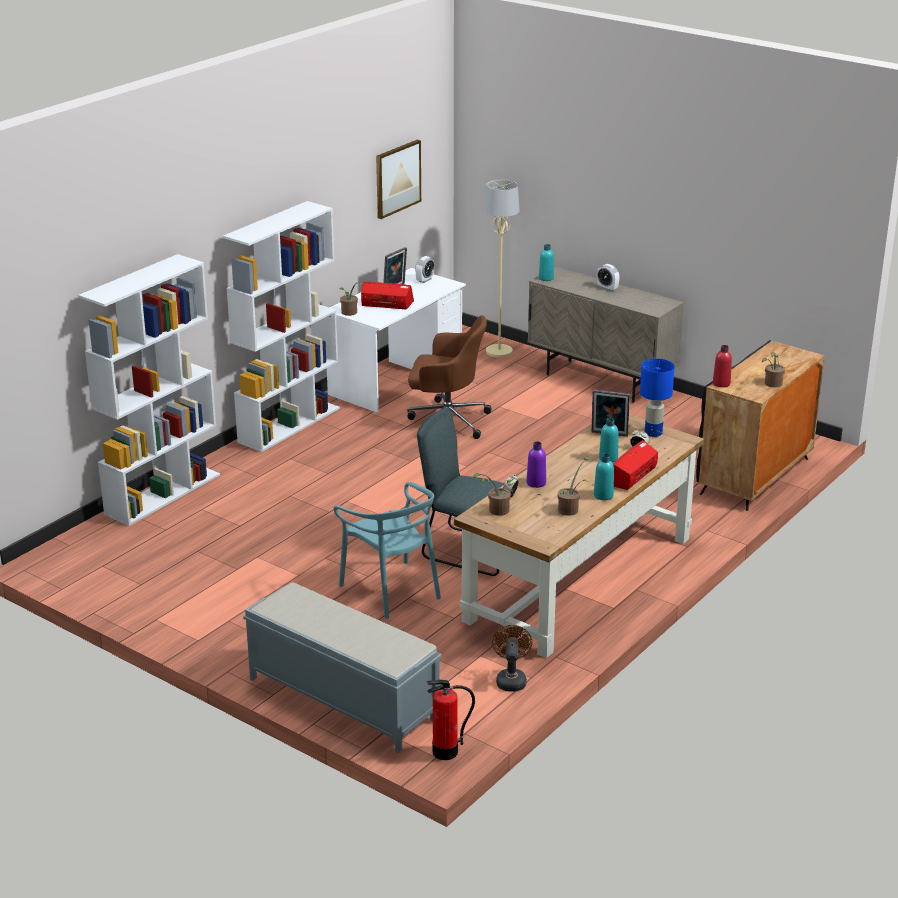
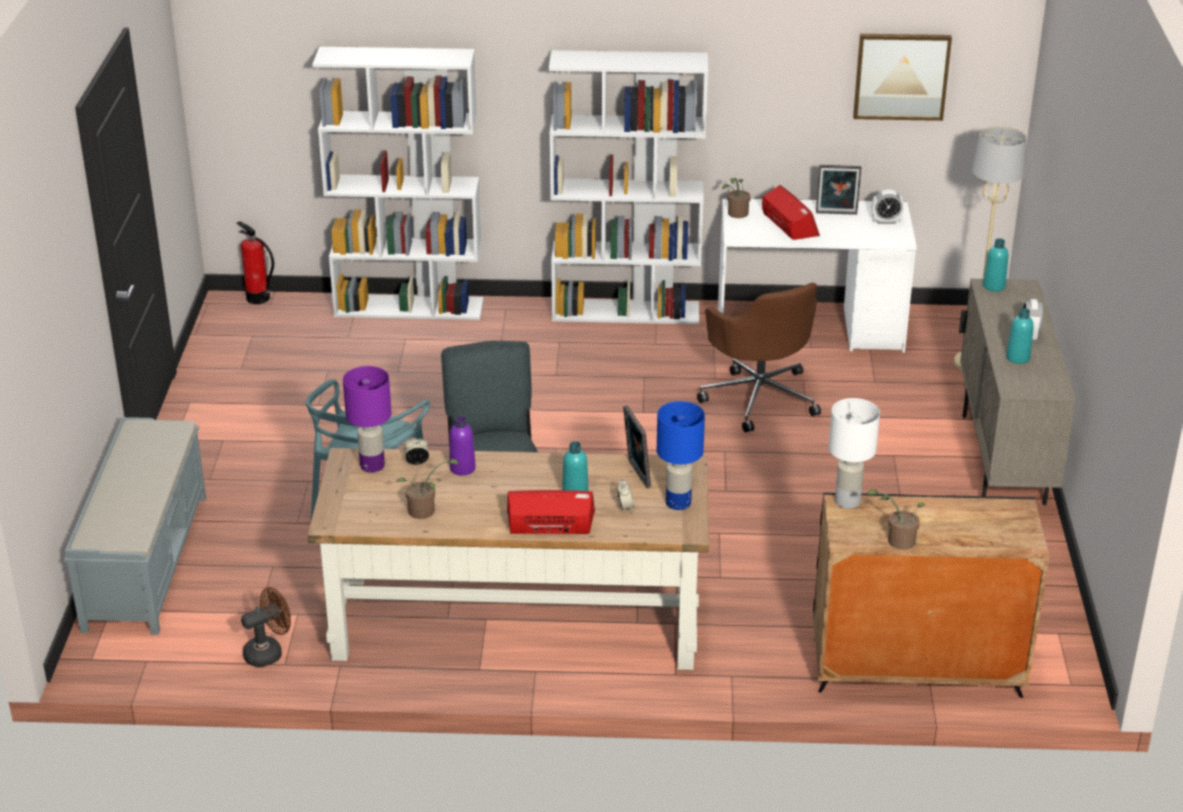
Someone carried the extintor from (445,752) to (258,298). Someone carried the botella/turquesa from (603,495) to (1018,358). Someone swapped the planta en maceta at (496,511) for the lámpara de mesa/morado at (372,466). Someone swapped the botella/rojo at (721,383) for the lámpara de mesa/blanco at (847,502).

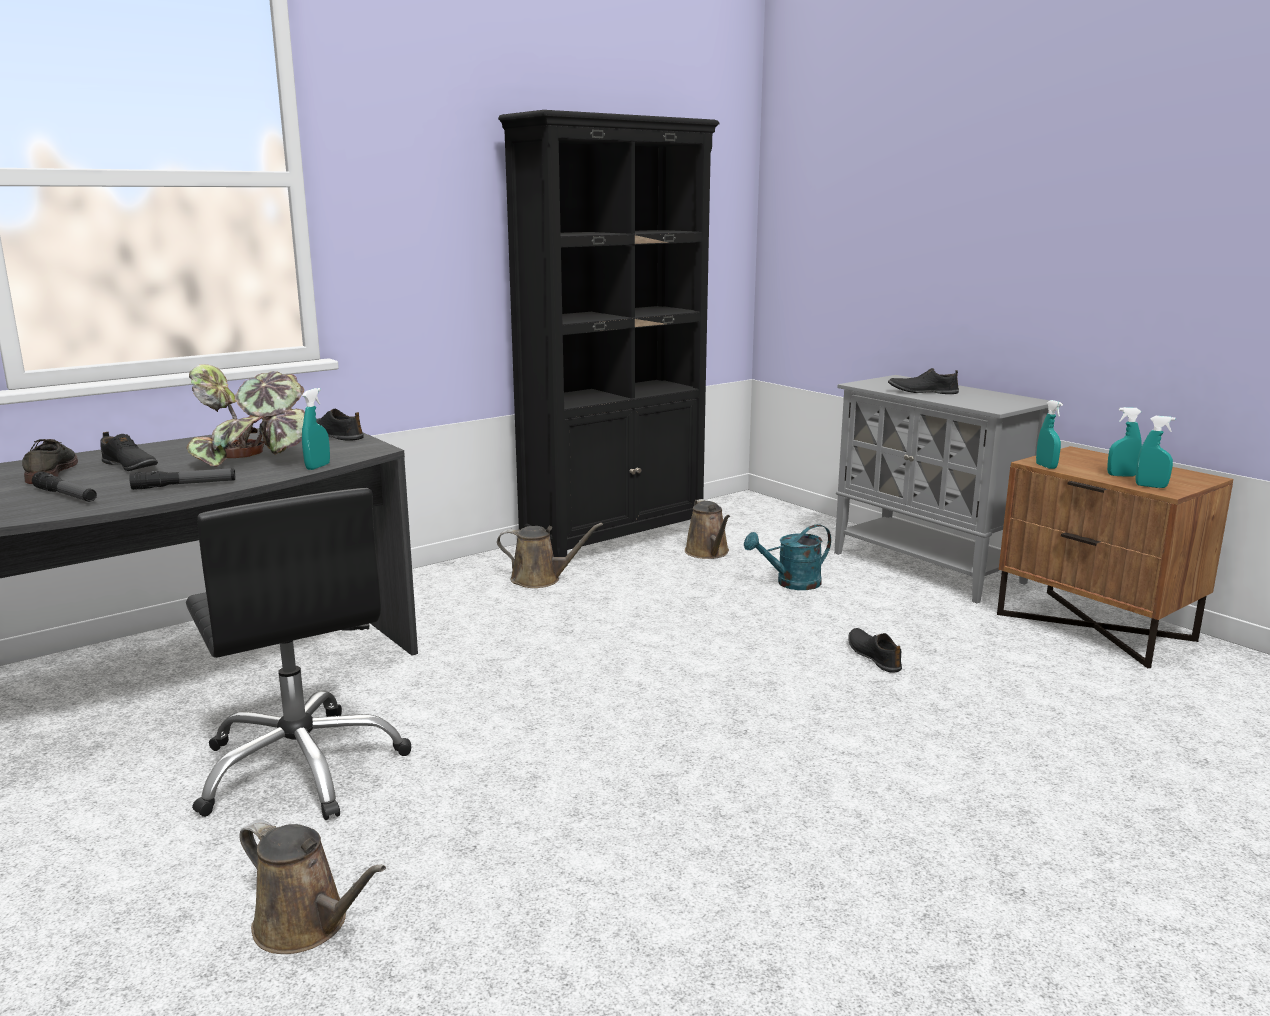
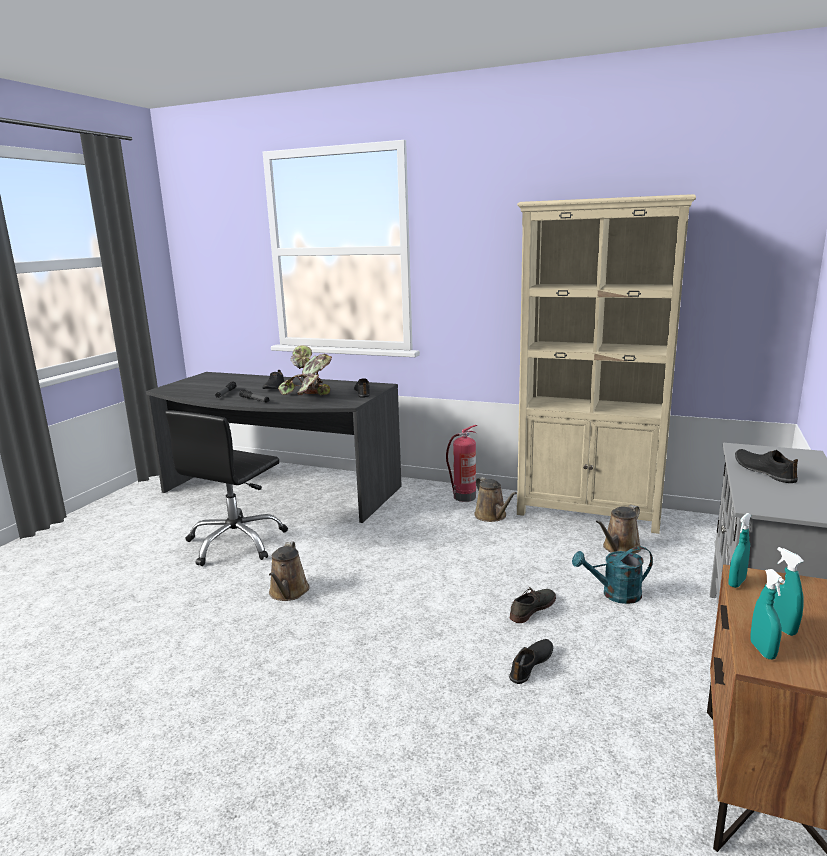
Someone took away the pulverizador/turquesa at (318,467). Someone put down the extintor at (463,497). Someone carried the zapato/gris from (50,472) to (532,608). Someone carried the regadera/marrón from (307,925) to (288,592). Someone repainted the estantería/negro at (615,538), which became the estantería/beis at (589,513). Someone rotated the regadera/turquesa at (791,584) by 45 degrees counterclockwise.

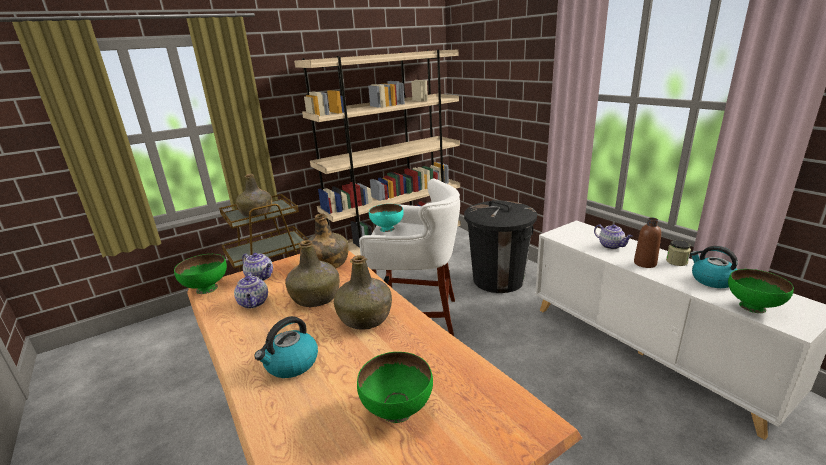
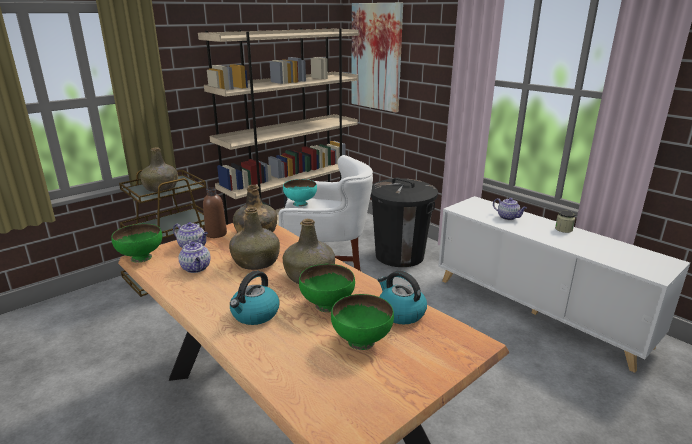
Someone put up the cuadro at (376,57). Someone carried the botella/marrón from (645,263) to (216,234). Someone carried the hervidor from (711,280) to (400,313). Someone carried the cuenco/verde from (752,307) to (327,306).

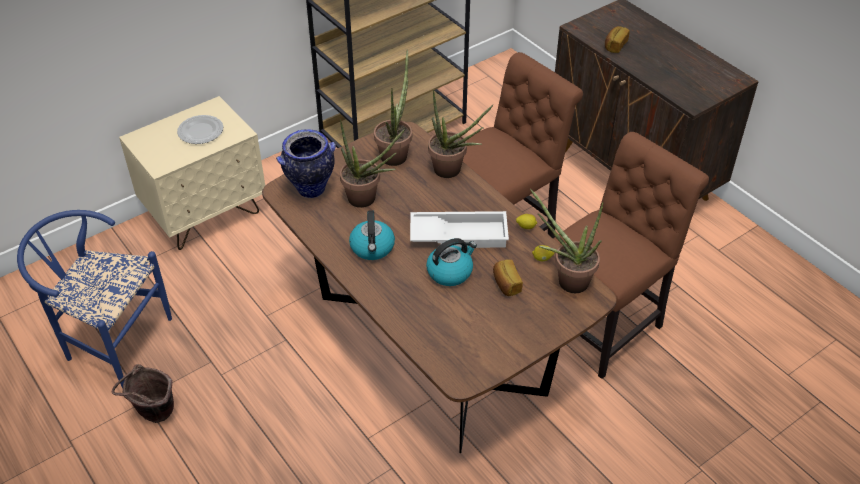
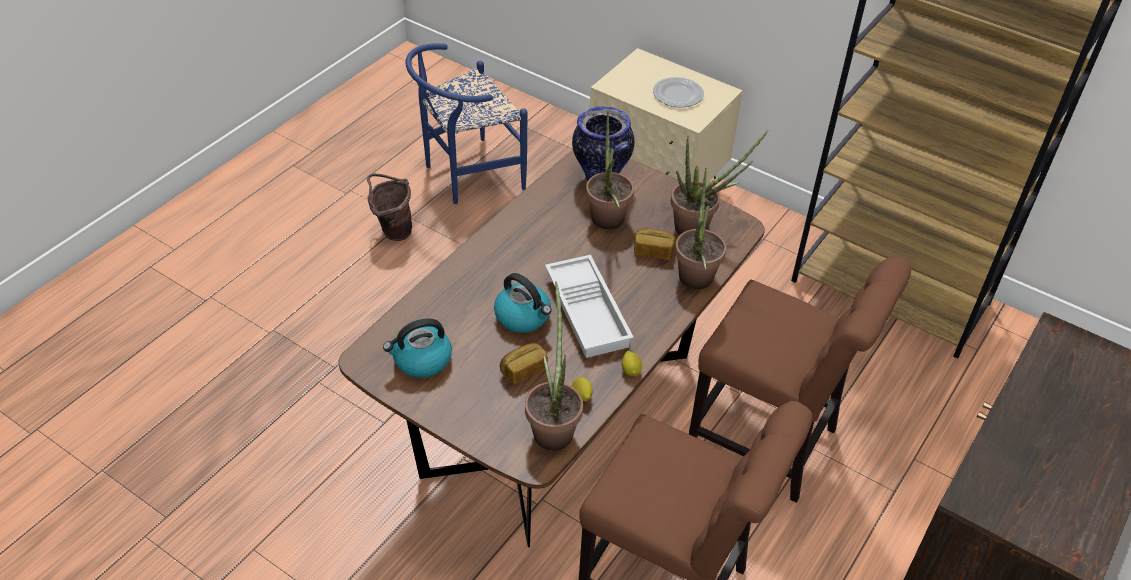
Someone carried the hervidor from (372,248) to (421,360). Someone carried the pan from (614,45) to (653,251). Someone rotated the silla/azul at (111,341) by 120 degrees counterclockwise.

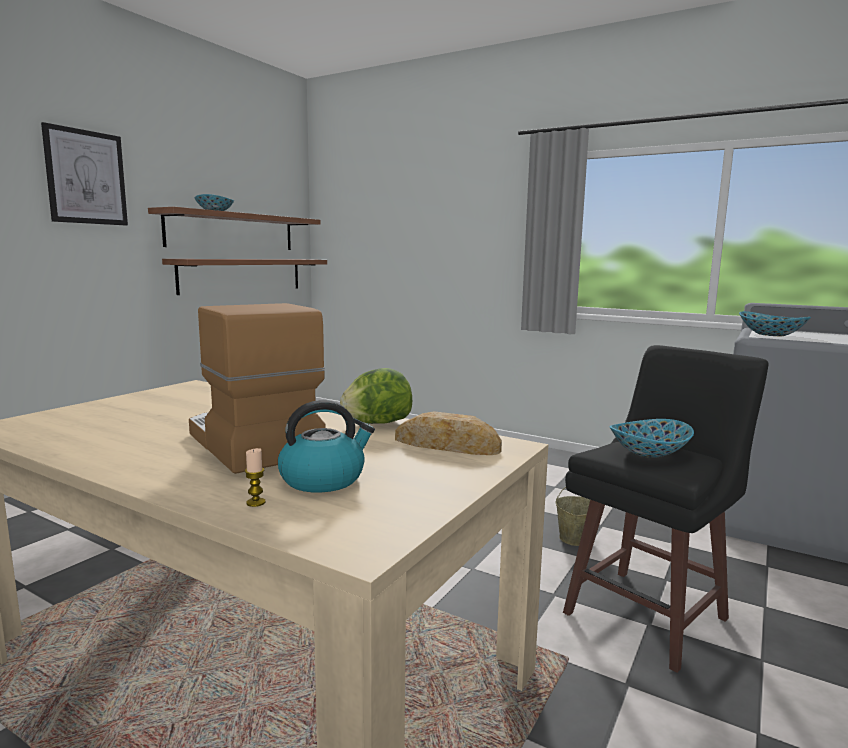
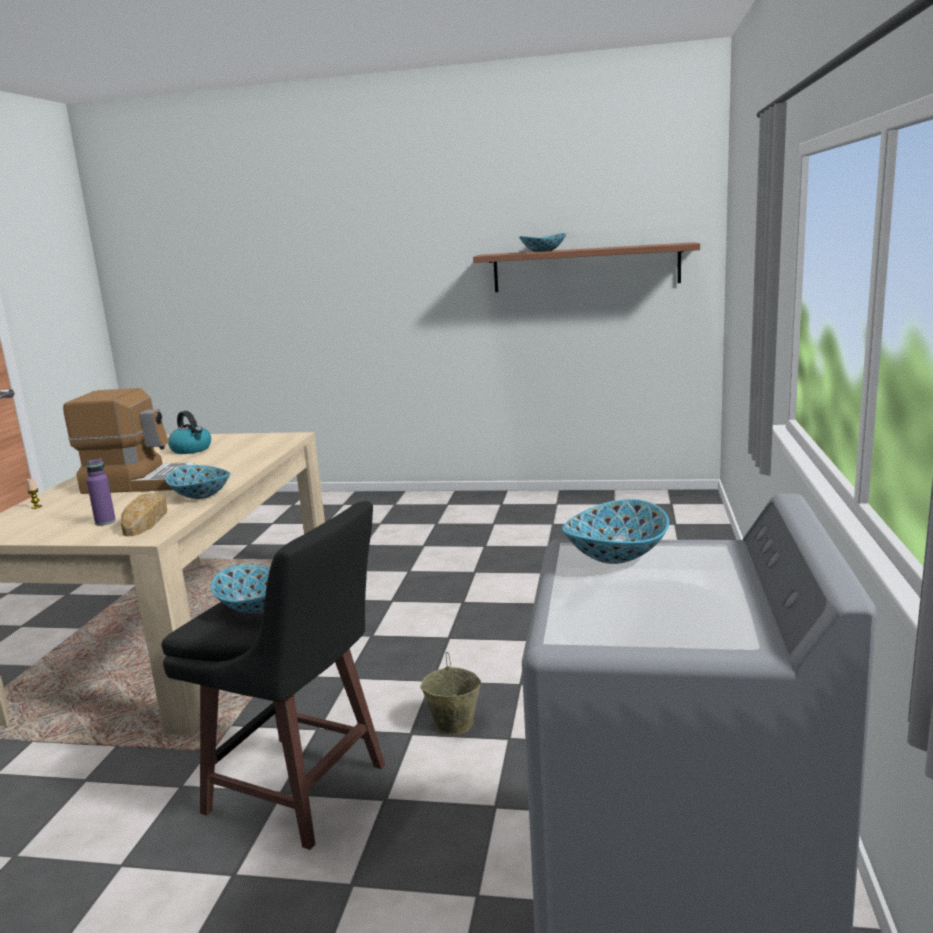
Someone took away the cuadro at (86,177). Someone took away the estante at (242,275). Someone put down the botella/morado at (105,522). Someone carried the hervidor from (324,479) to (192,449). Someone swapped the lechuga at (377,423) for the cuenco at (200,495). Someone rotated the cafetera at (250,443) by 60 degrees clockwise.

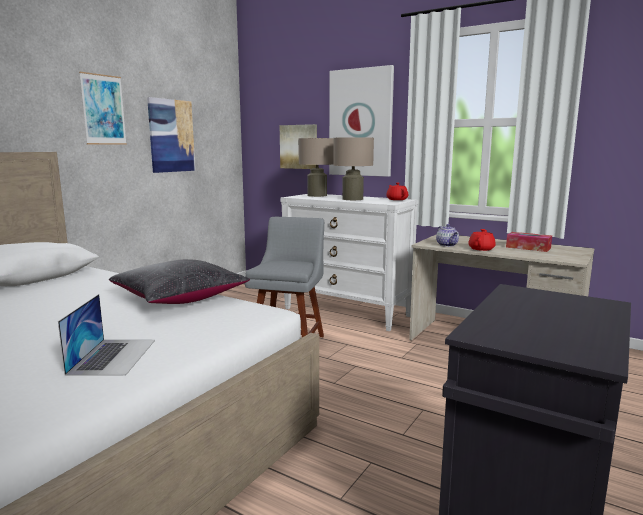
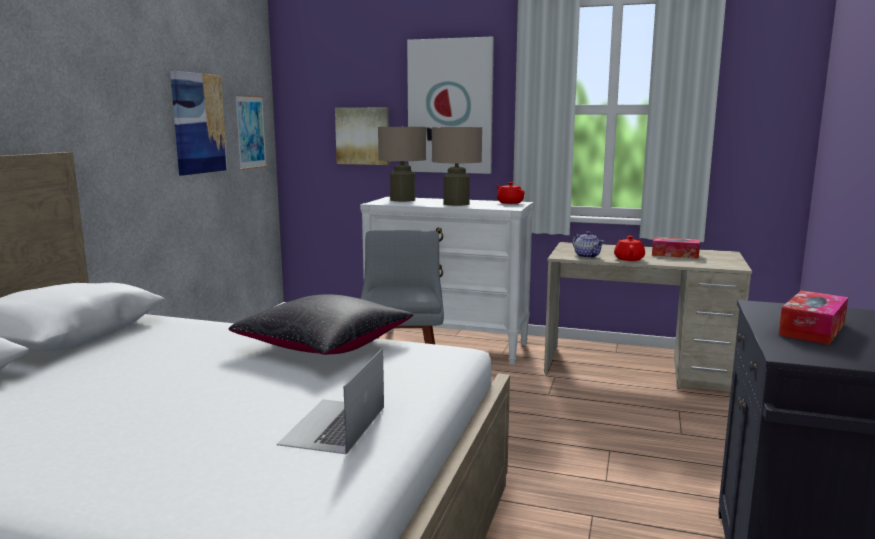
Someone put down the caja de pañuelos at (812,329). Someone carried the cuadro from (103,110) to (250,132). Someone rotated the portátil at (113,356) by 150 degrees counterclockwise.

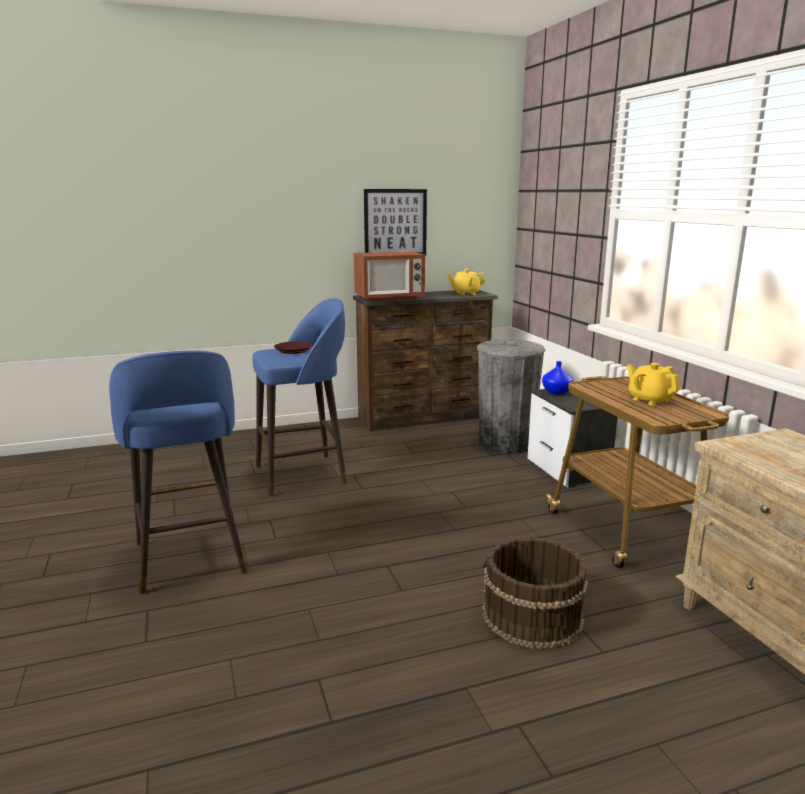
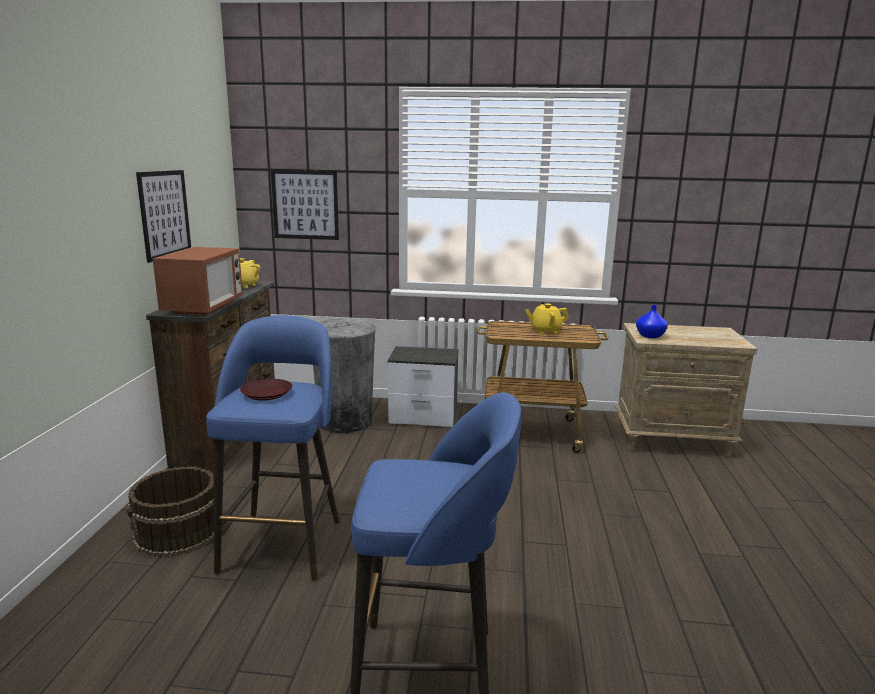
Someone put up the cuadro at (305,205). Someone carried the cubo/marrón from (532,617) to (179,532). Someone carried the florero/azul from (557,392) to (650,335).

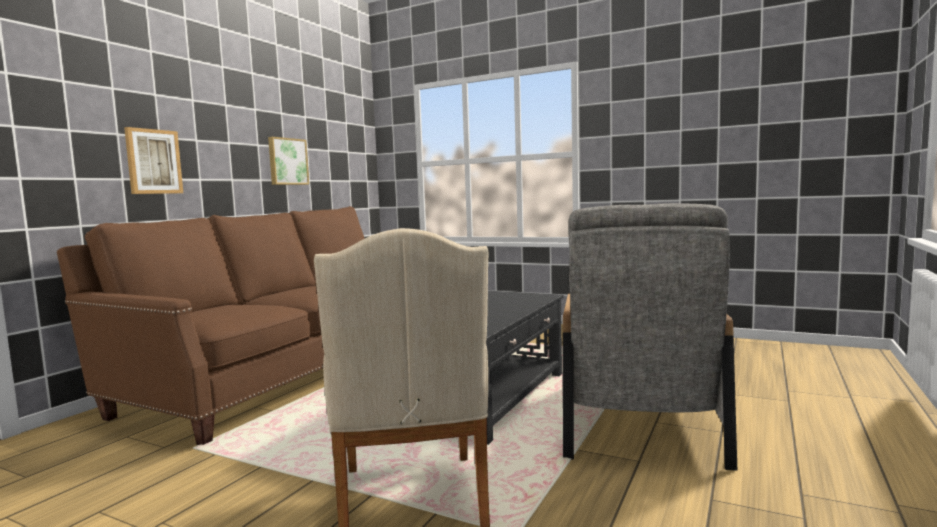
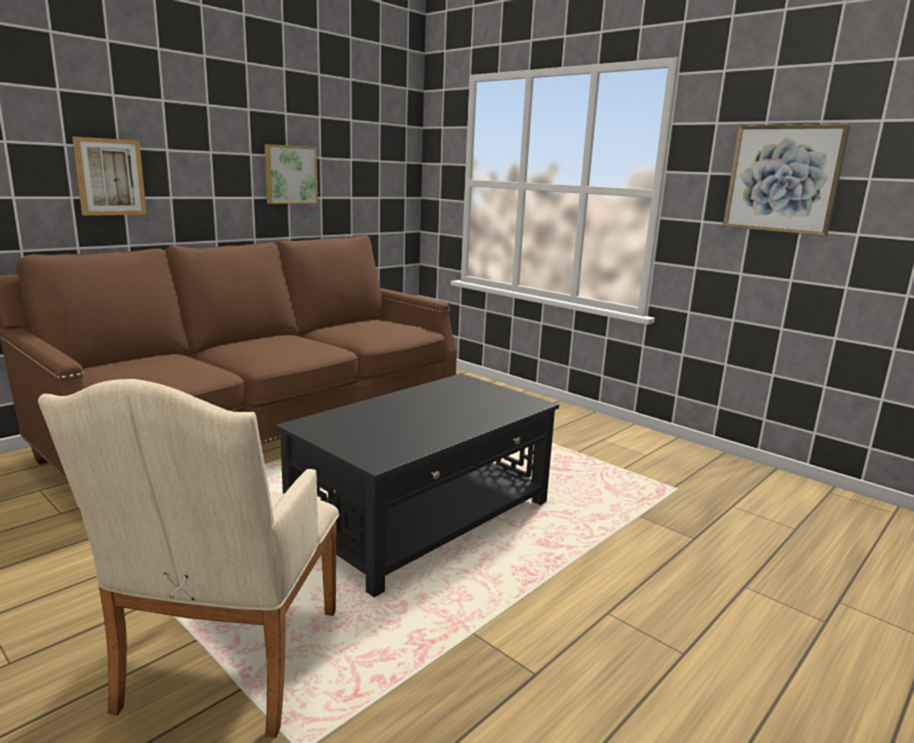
Someone took away the sillón/gris at (637,421). Someone put up the cuadro at (783,179).

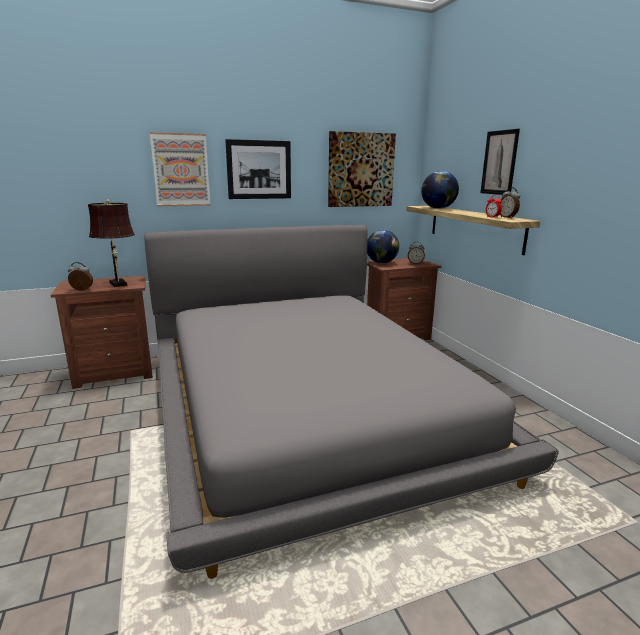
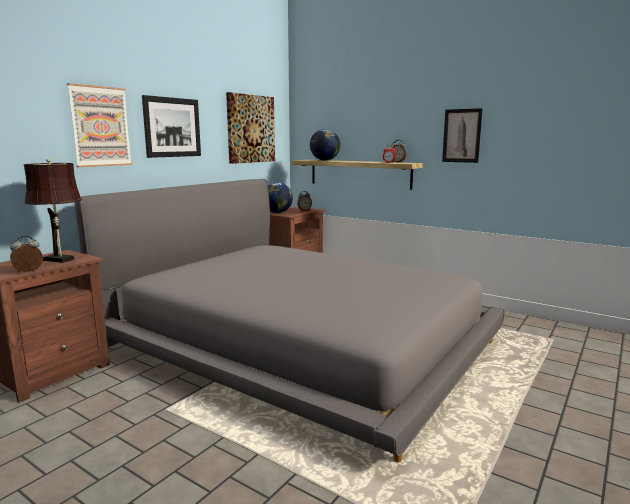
Someone carried the cuadro from (499,162) to (461,135).

